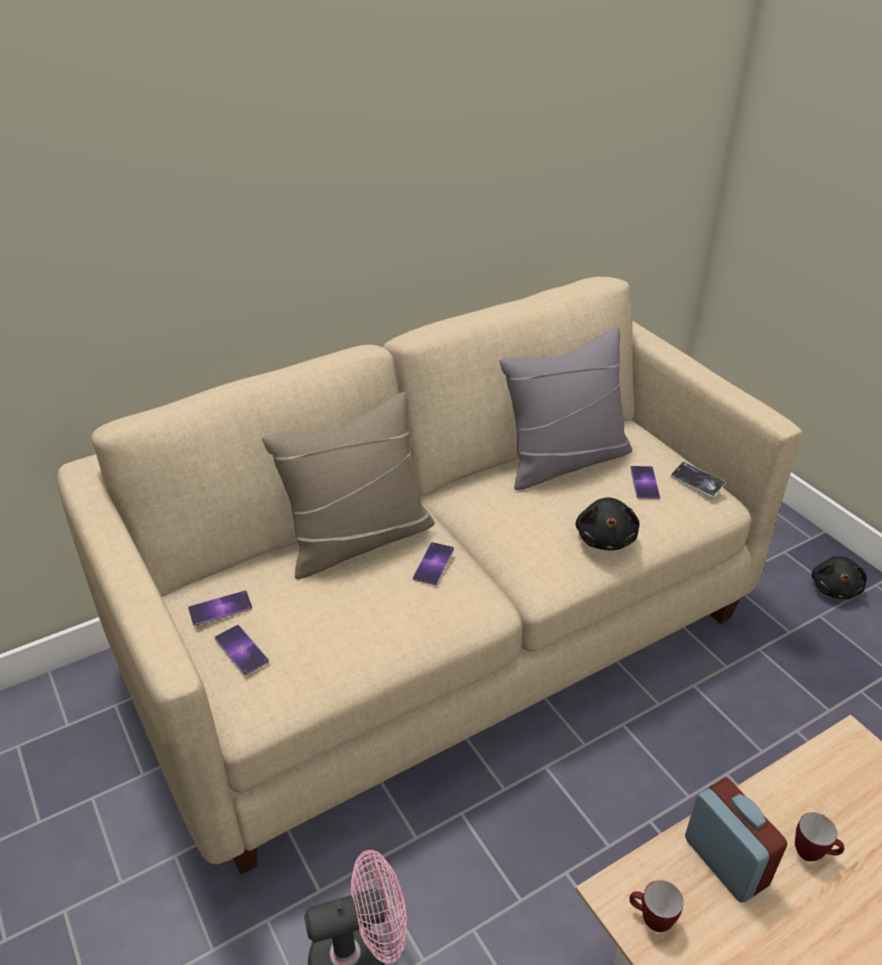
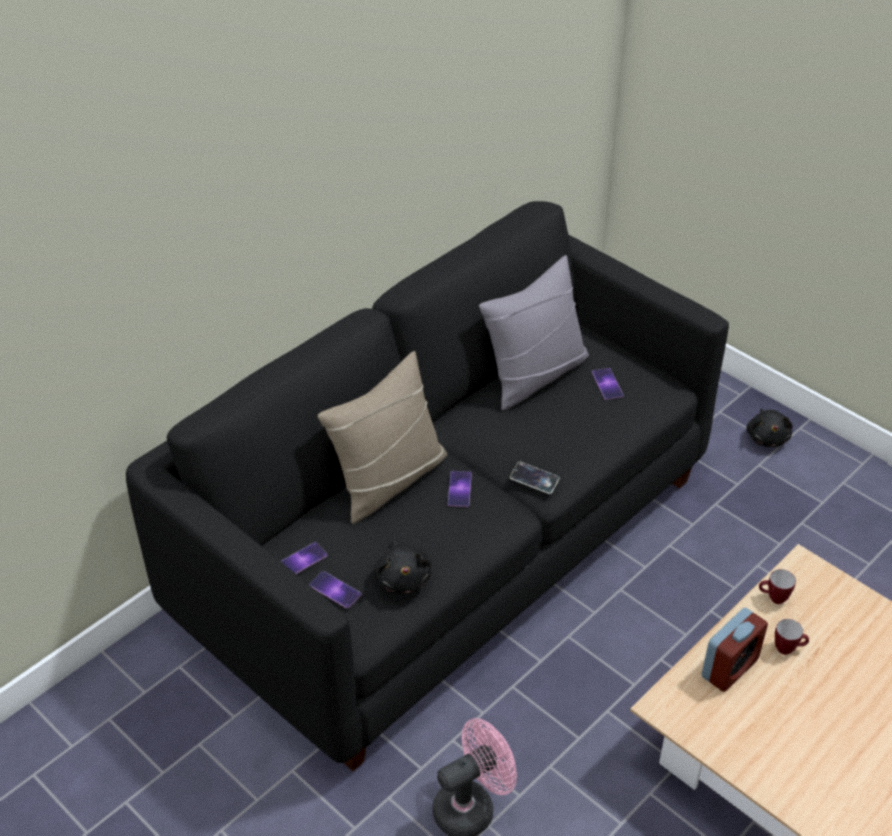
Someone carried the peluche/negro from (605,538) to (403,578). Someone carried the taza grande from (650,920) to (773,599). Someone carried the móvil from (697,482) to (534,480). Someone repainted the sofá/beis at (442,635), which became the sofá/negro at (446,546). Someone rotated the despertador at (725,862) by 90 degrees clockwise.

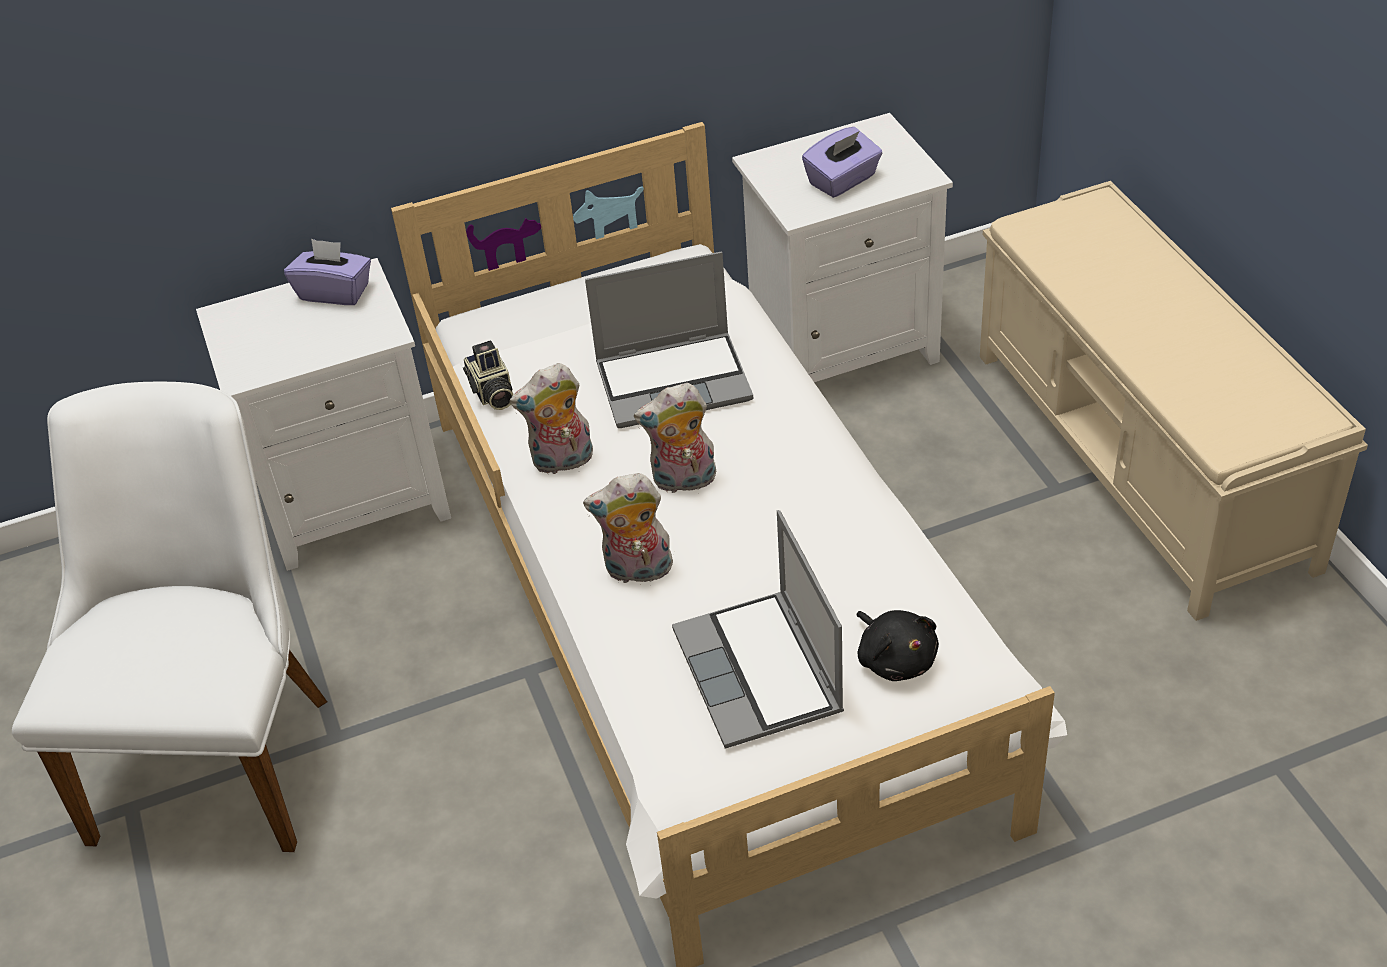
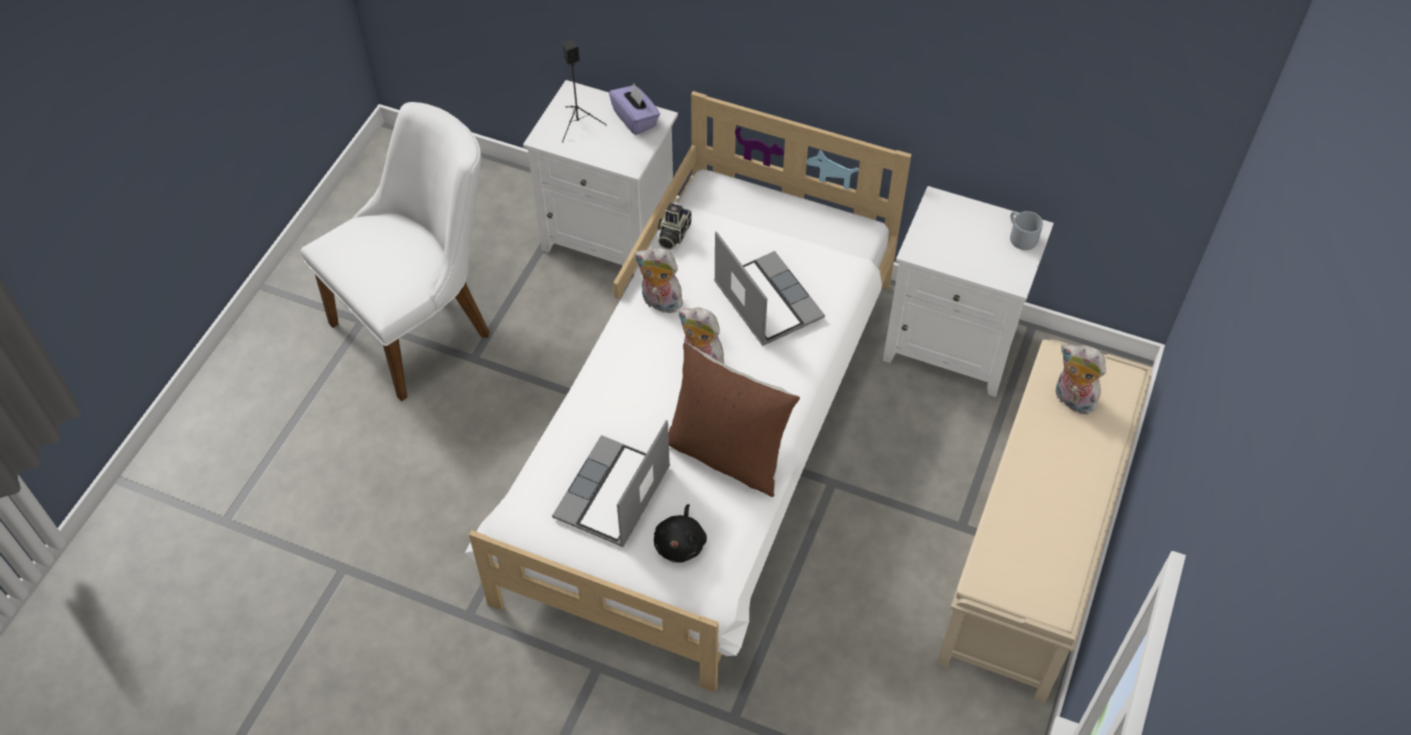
Someone took away the caja de pañuelos/morado at (843,181). Someone put down the altavoz/negro at (579,124). Someone put down the cojín/marrón at (728,454). Someone put down the taza grande/gris at (1020,236). Someone carried the peluche from (637,571) to (1071,400). Someone rotated the portátil at (675,381) by 150 degrees counterclockwise.

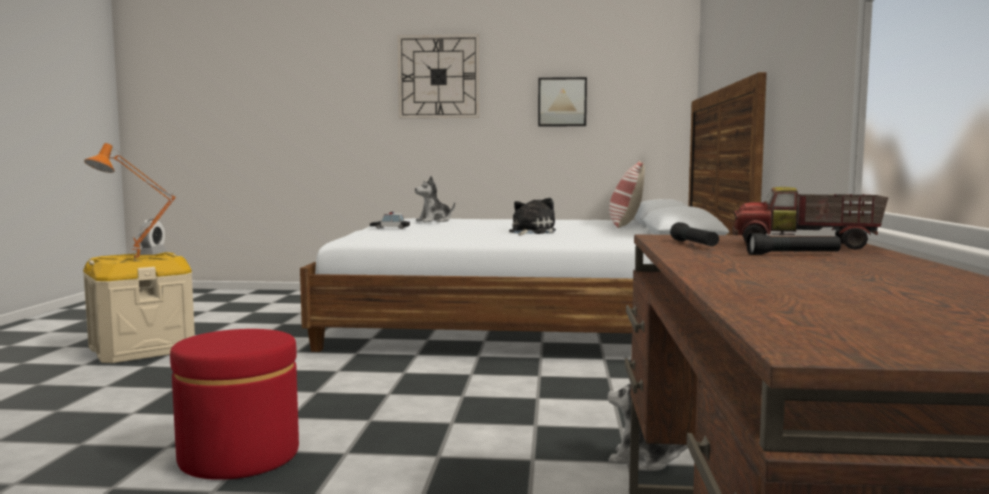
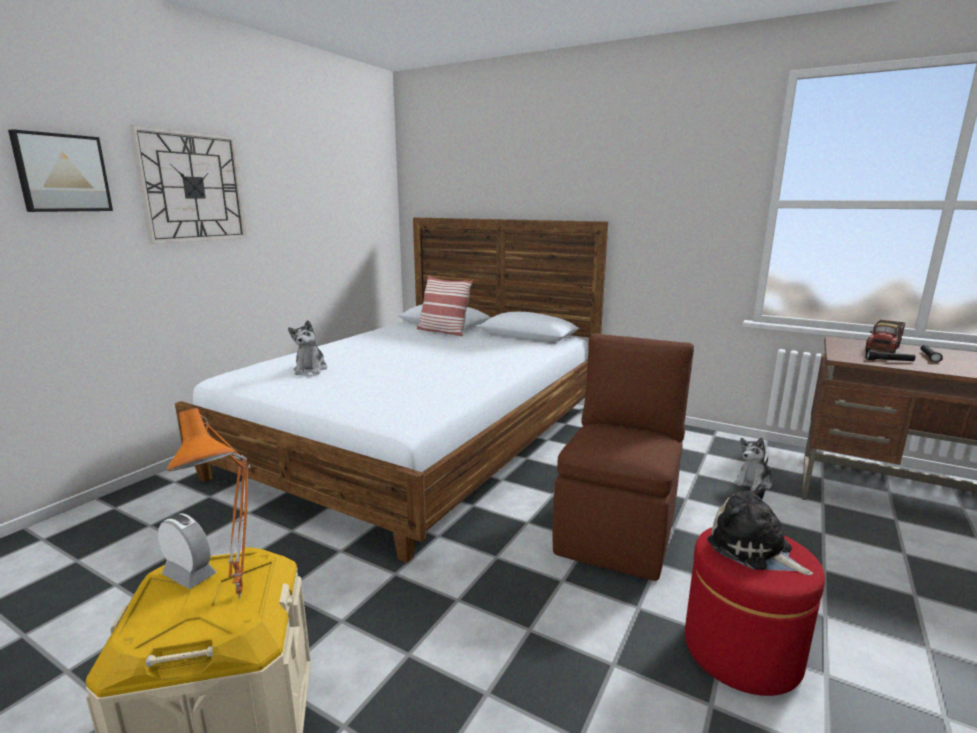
Someone took away the coche de juguete at (389,228). Someone put down the silla/marrón at (618,530). Someone carried the peluche from (530,232) to (753,549). Someone carried the cuadro from (562,102) to (62,173).

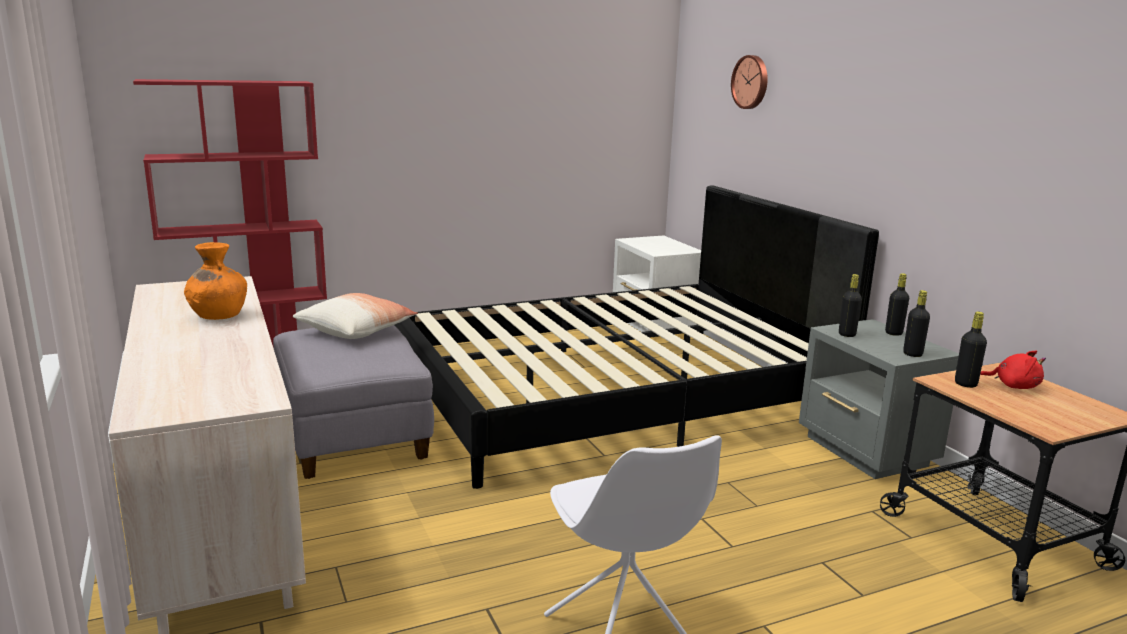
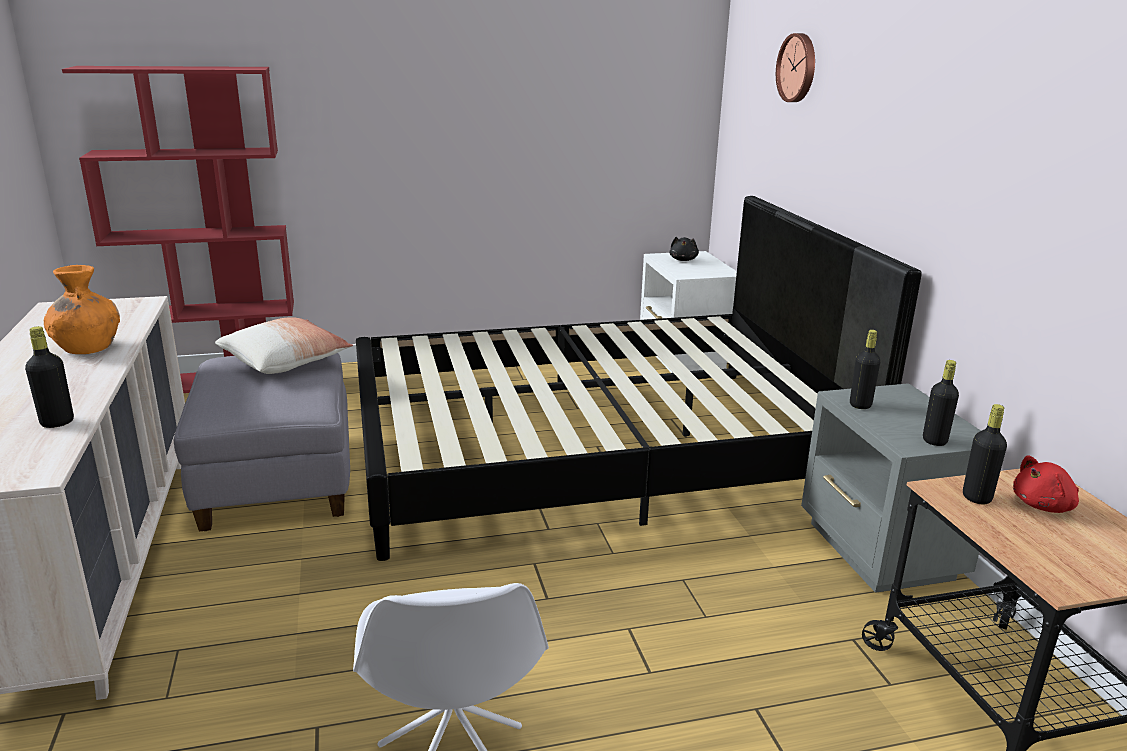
Someone put down the peluche/negro at (683,260). Someone carried the botella/negro from (893,333) to (57,422). Someone rotated the peluche/rojo at (1013,386) by 120 degrees clockwise.

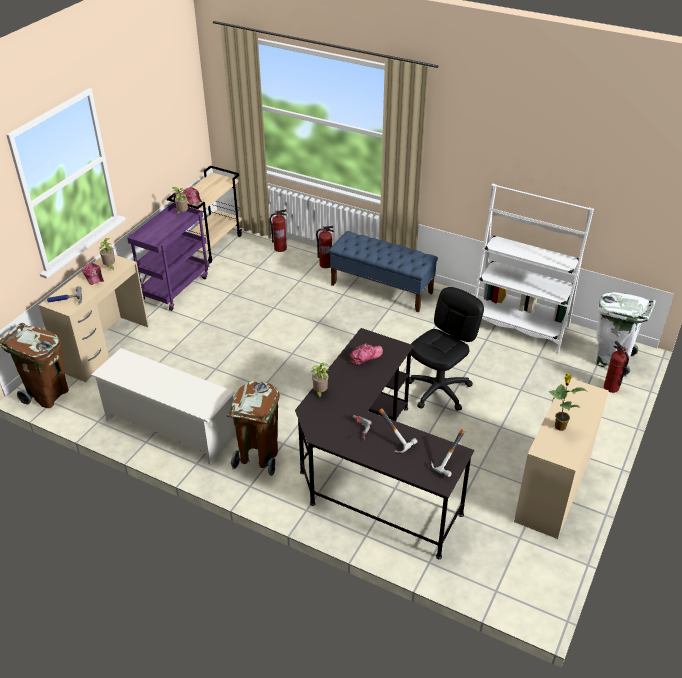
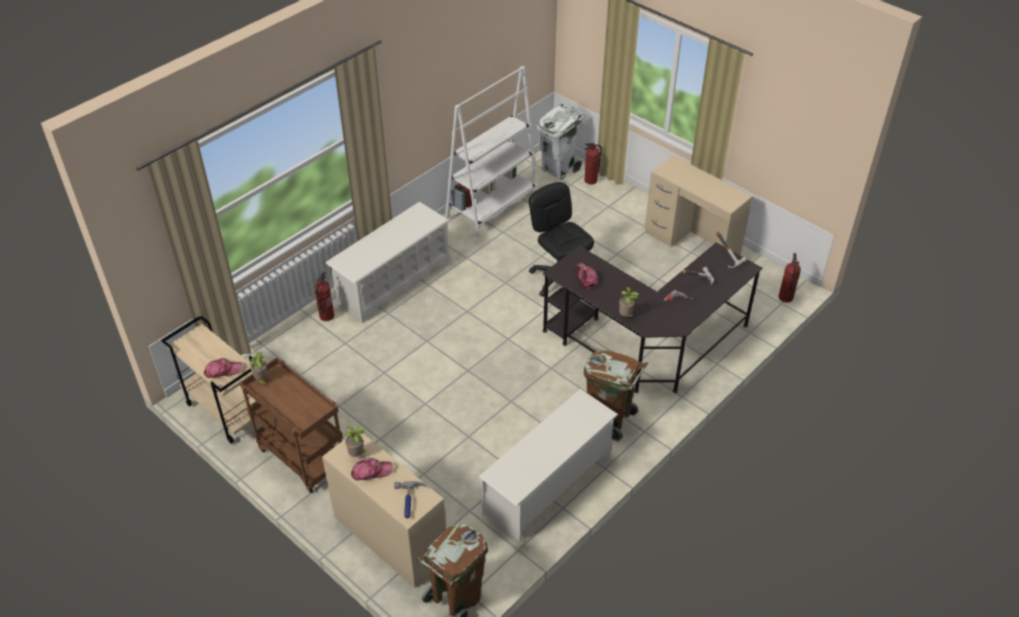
Someone took away the planta en maceta at (559,426). Someone carried the extintor from (280,248) to (785,297). Someone swapped the banco/azul at (382,289) for the zapatero/blanco at (393,282). Someone repainted the carrito/morado at (175,287), which became the carrito/marrón at (300,456).

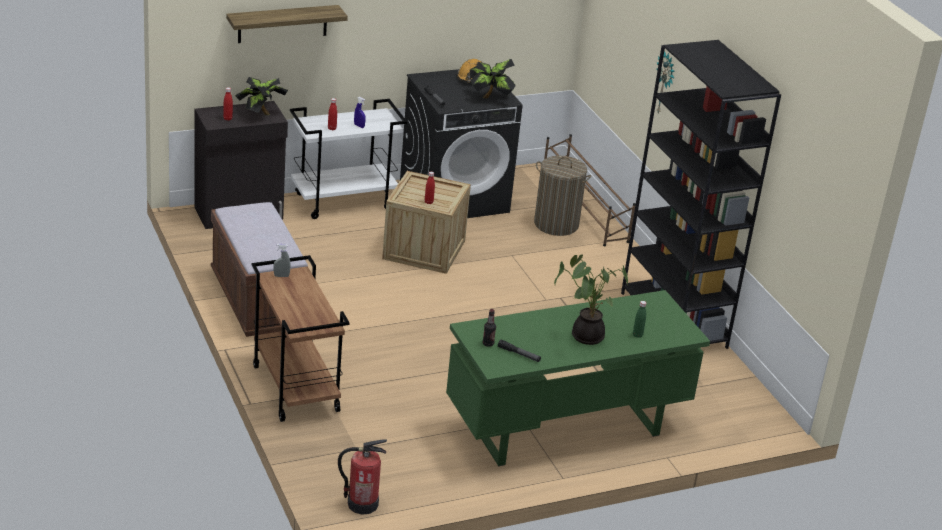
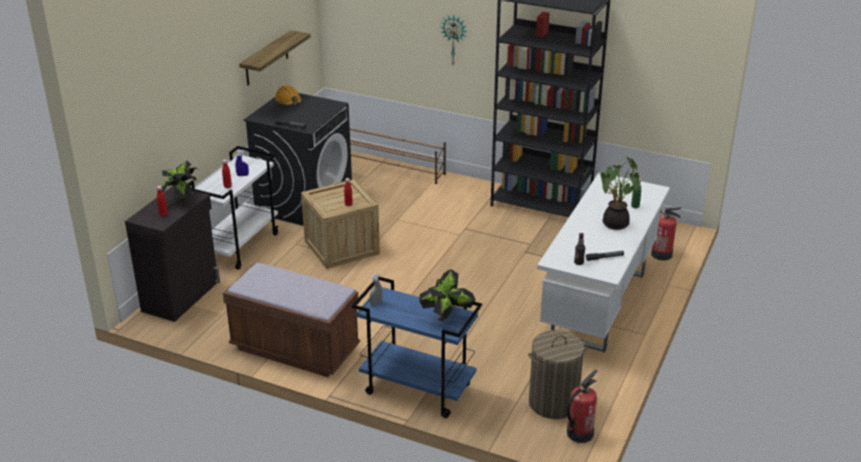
Someone put down the extintor at (661,254). Someone carried the estante from (282,24) to (266,58). Someone carried the planta en maceta from (491,98) to (446,317). Someone carried the cesto de la ropa from (556,224) to (553,403). Someone repainted the carrito/marrón at (294,388), which became the carrito/azul at (416,389). Someone repainted the escritorio/verde at (565,431), which became the escritorio/blanco at (599,305).

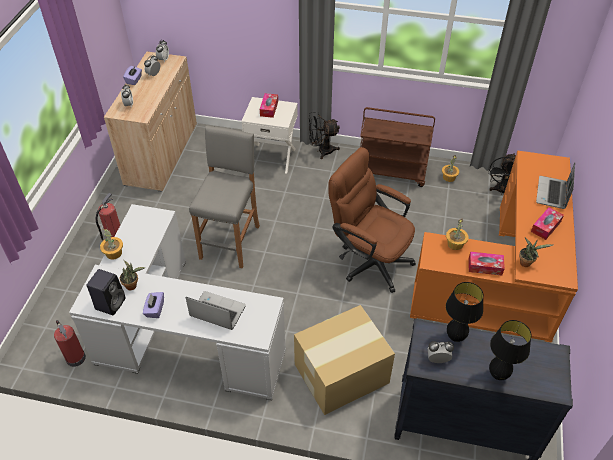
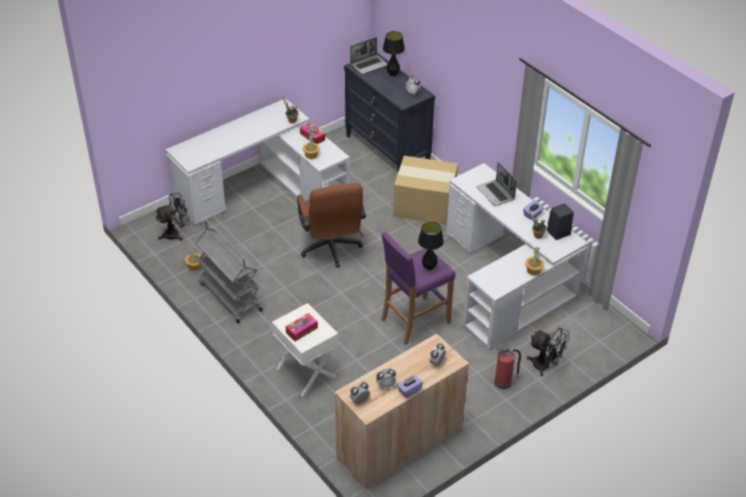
Someone took away the extintor at (75,357). Someone took away the caja de pañuelos at (545,226). Someone carried the ventilador/negro from (321,151) to (545,366). Someone carried the lámpara de mesa/negro from (455,337) to (429,267). Someone carried the portátil from (552,193) to (369,65). Someone repainted the taburete/gris at (231,241), which became the taburete/morado at (414,321). Someone repainted the carrito/marrón at (391,172), which became the carrito/gris at (230,296). Someone repainted the escritorio/naranja at (503,280), which became the escritorio/blanco at (265,190).

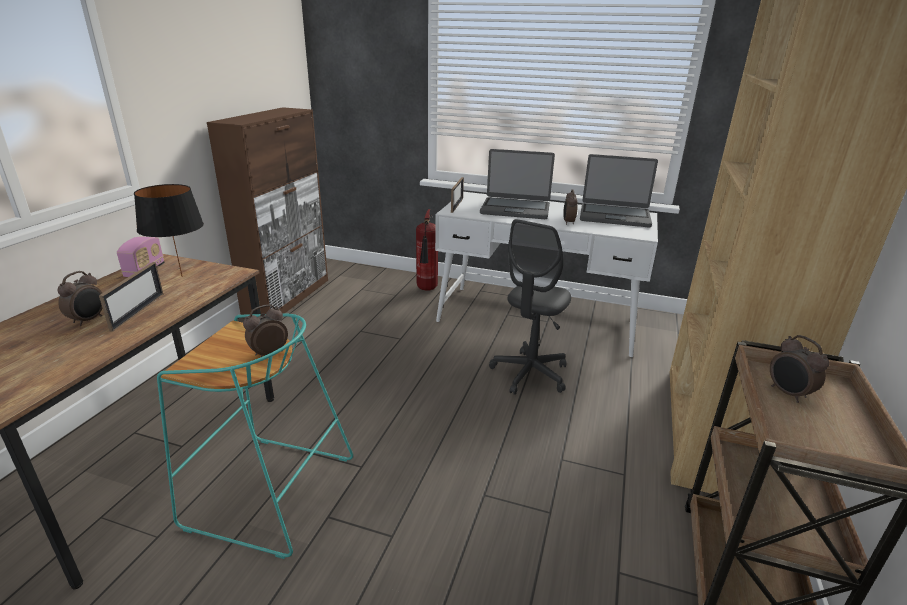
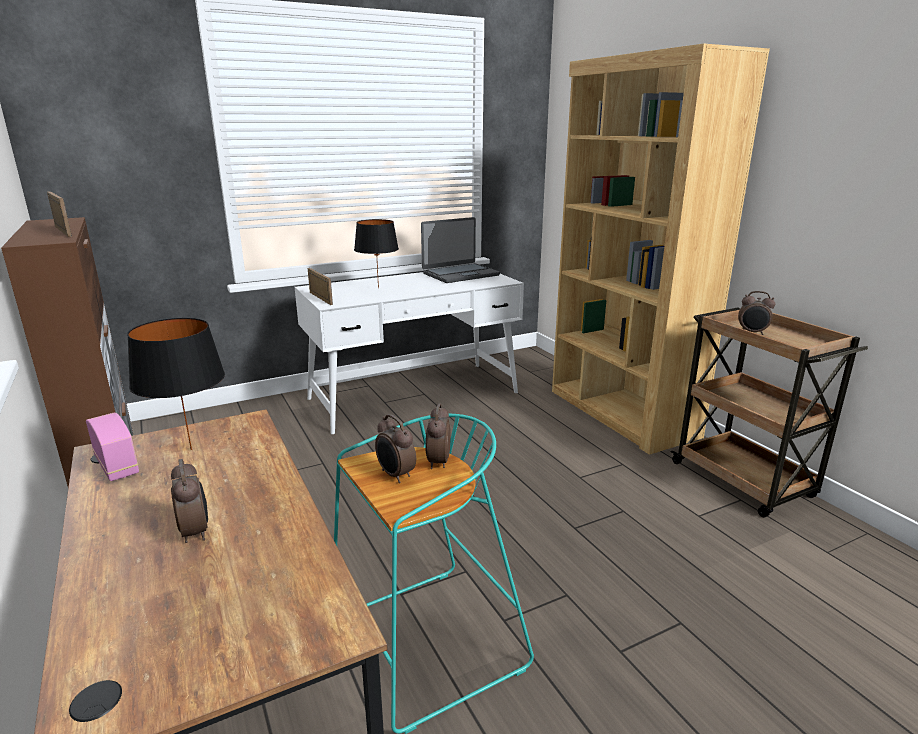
Someone took away the extintor at (427,289). Someone took away the silla de oficina/gris at (529,374). Someone carried the portarretratos from (138,311) to (63,231). Someone carried the despertador from (568,222) to (395,475). Someone swapped the portátil at (515,209) for the lámpara de mesa/negro at (378,288).

